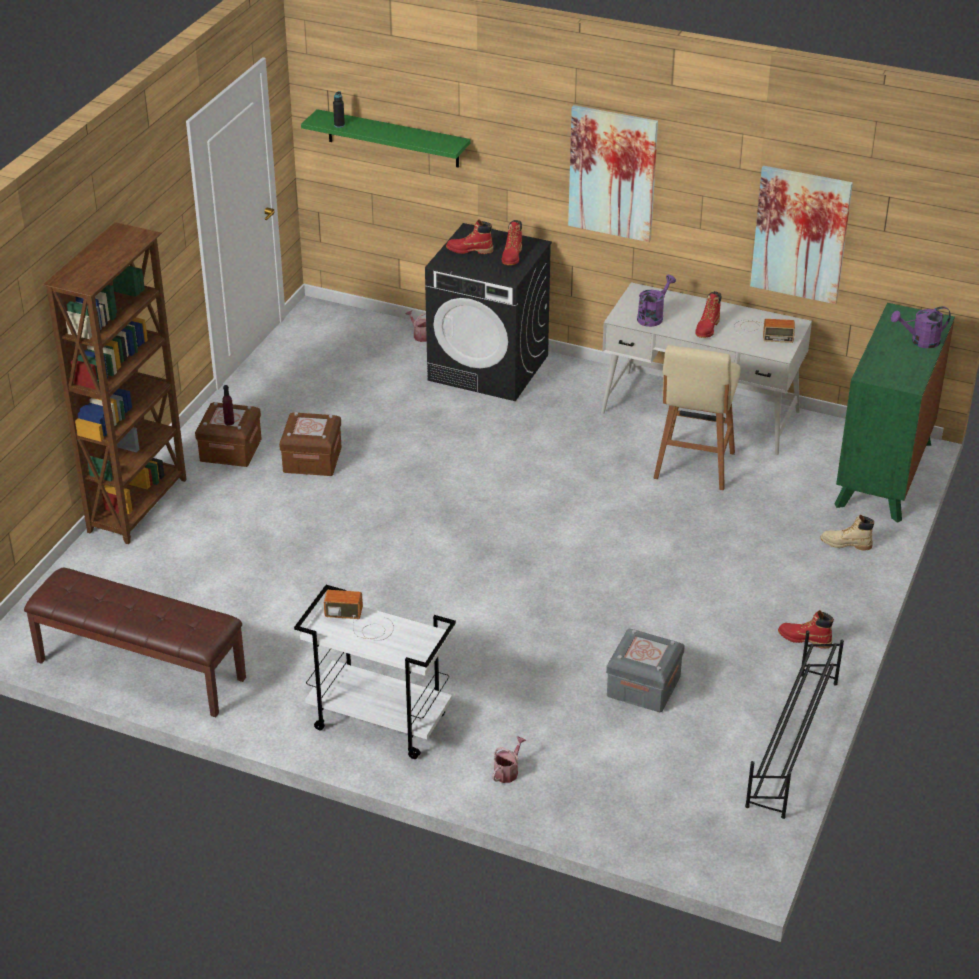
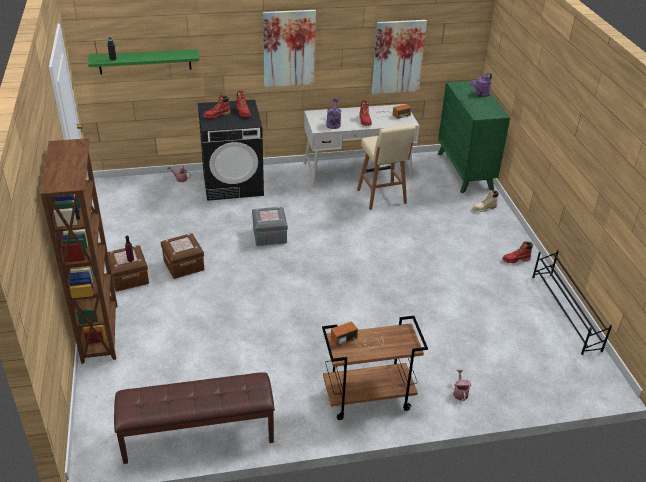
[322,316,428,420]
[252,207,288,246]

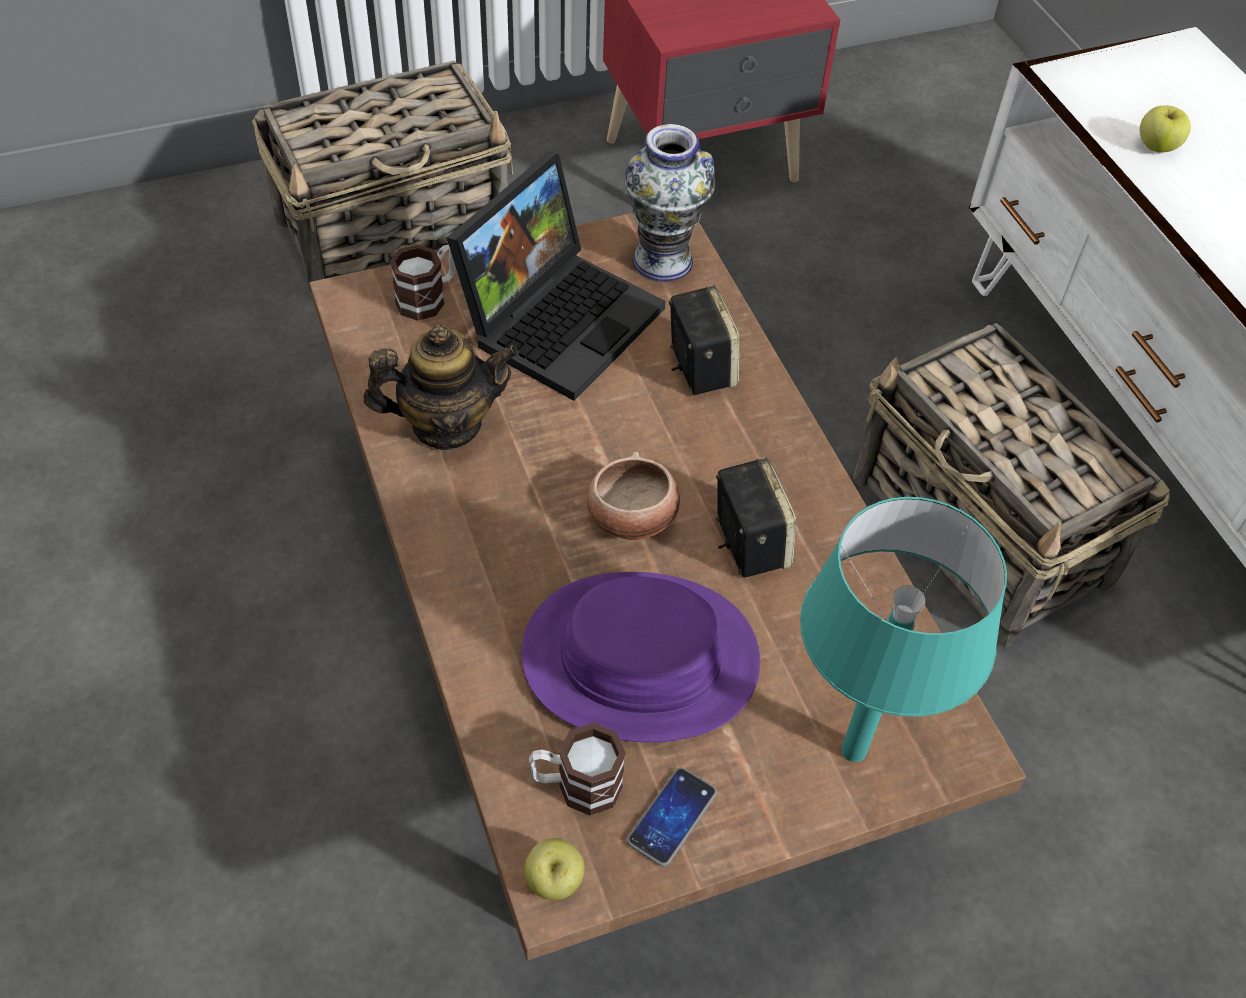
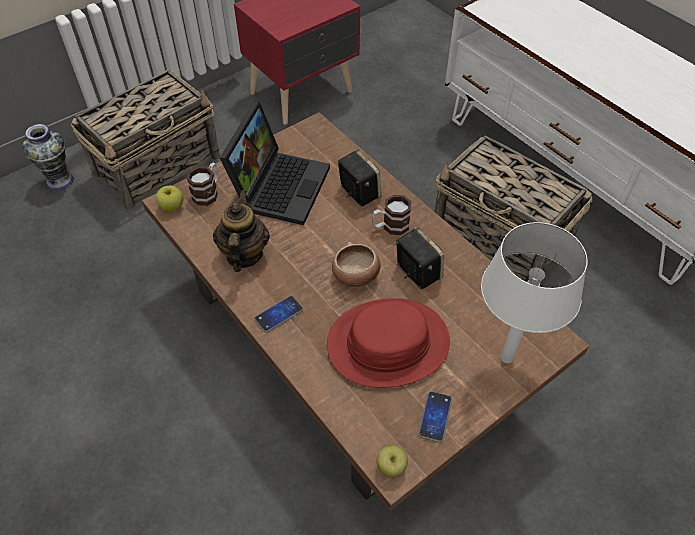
[213,190,270,272]
[327,298,450,388]
[372,195,411,235]
[23,124,74,191]
[481,222,588,363]
[156,185,183,212]
[254,296,303,333]

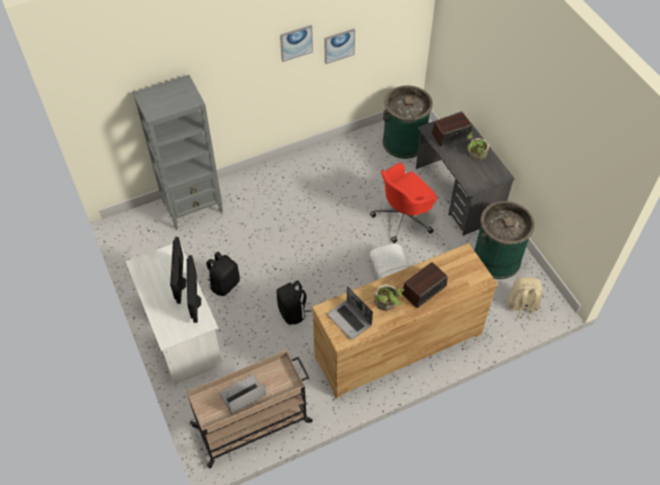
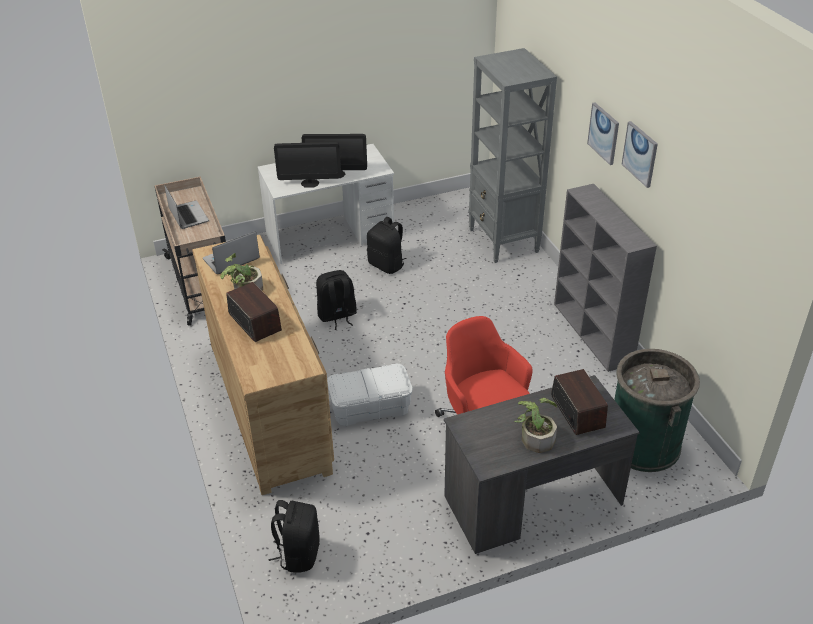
[587,102,619,165]
[474,201,535,279] (first image)
[269,500,320,573]
[554,184,657,372]

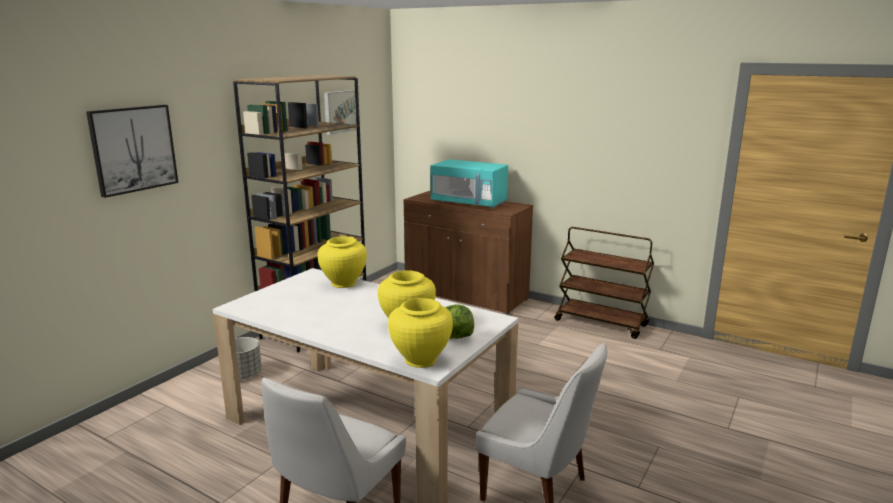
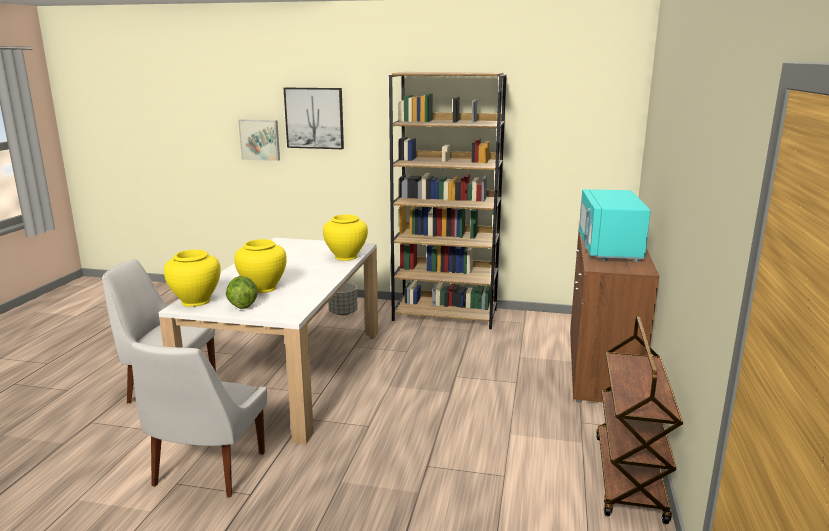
[238,119,280,161]

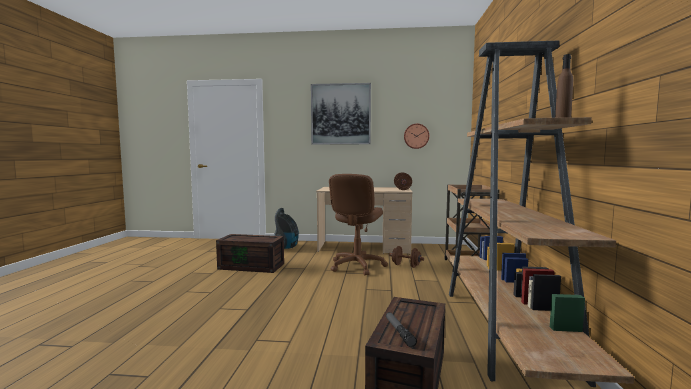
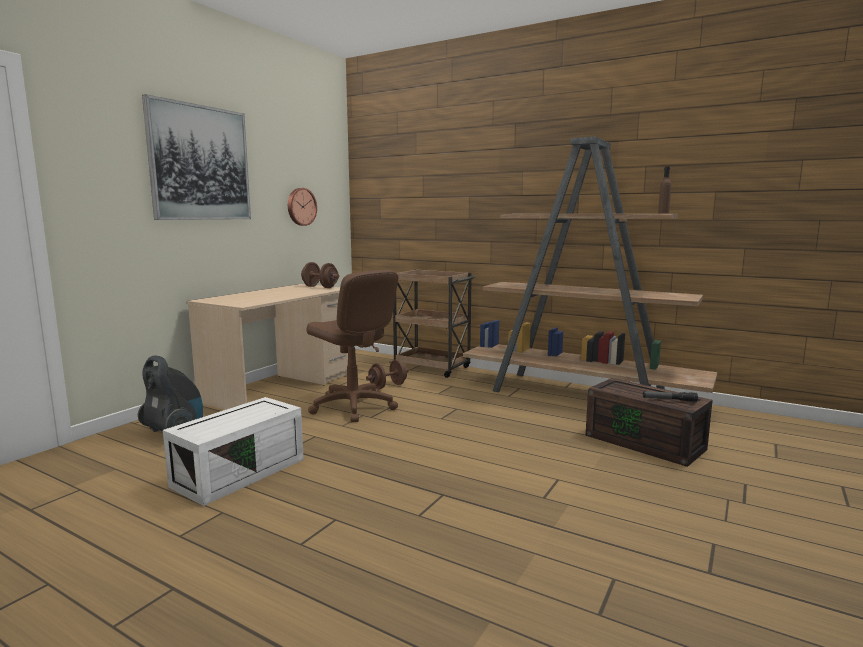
[163,397,304,506]

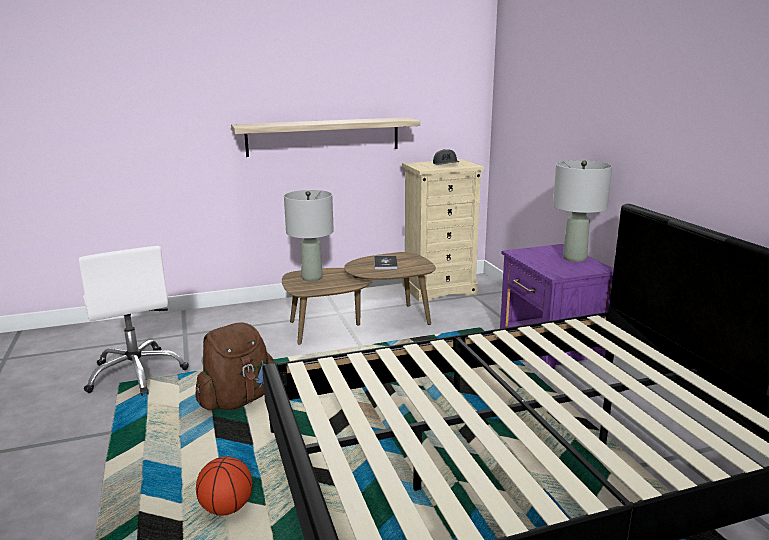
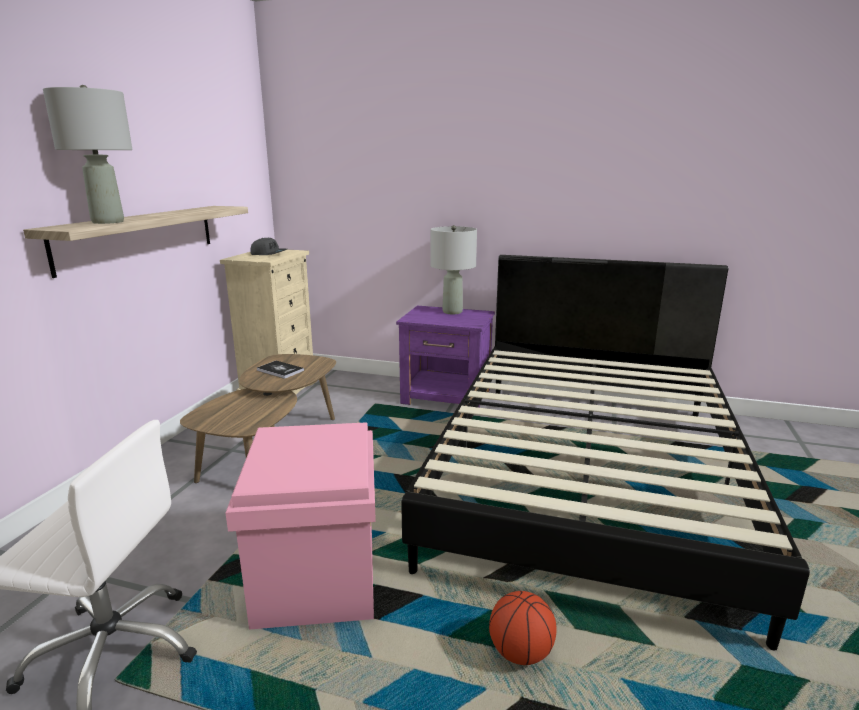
[225,422,376,630]
[43,85,133,224]

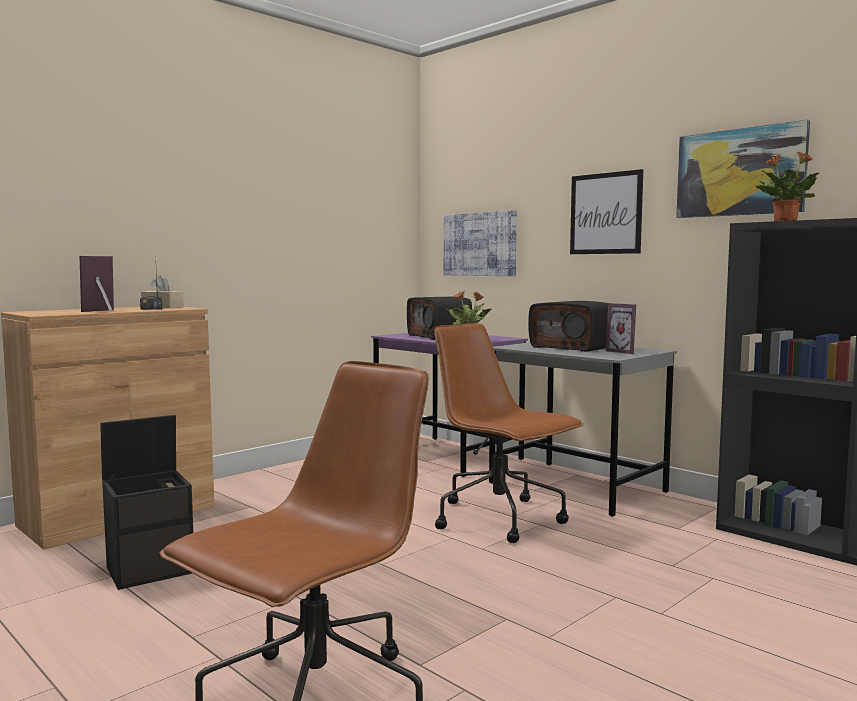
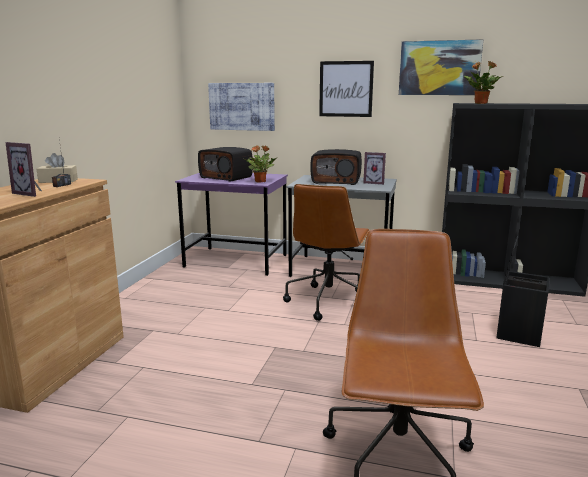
[5,142,42,197]
[496,236,550,347]
[283,184,370,321]

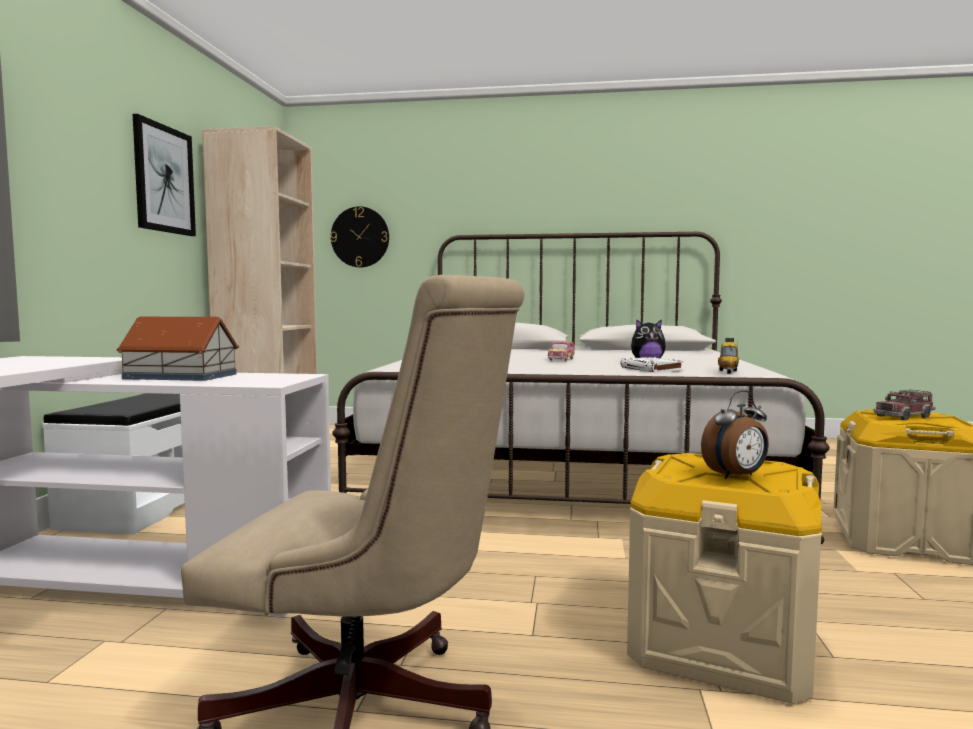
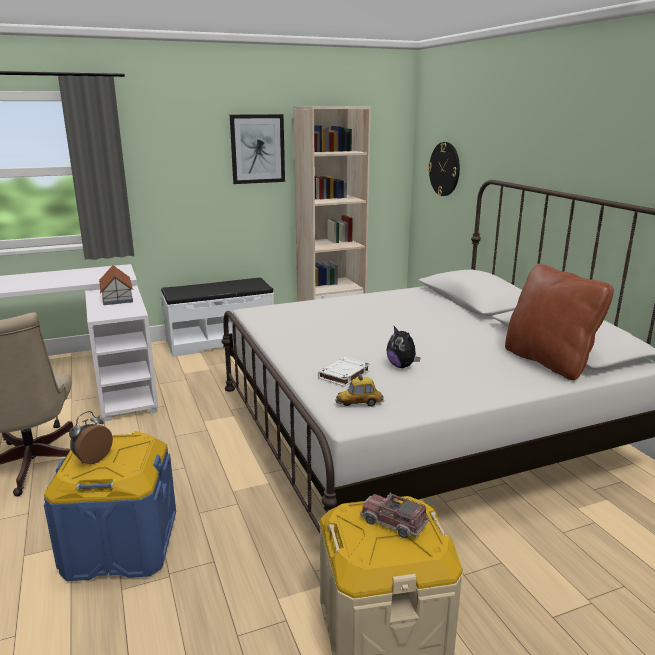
[548,341,575,361] (first image)
[44,432,176,581]
[69,411,113,464]
[505,263,614,380]

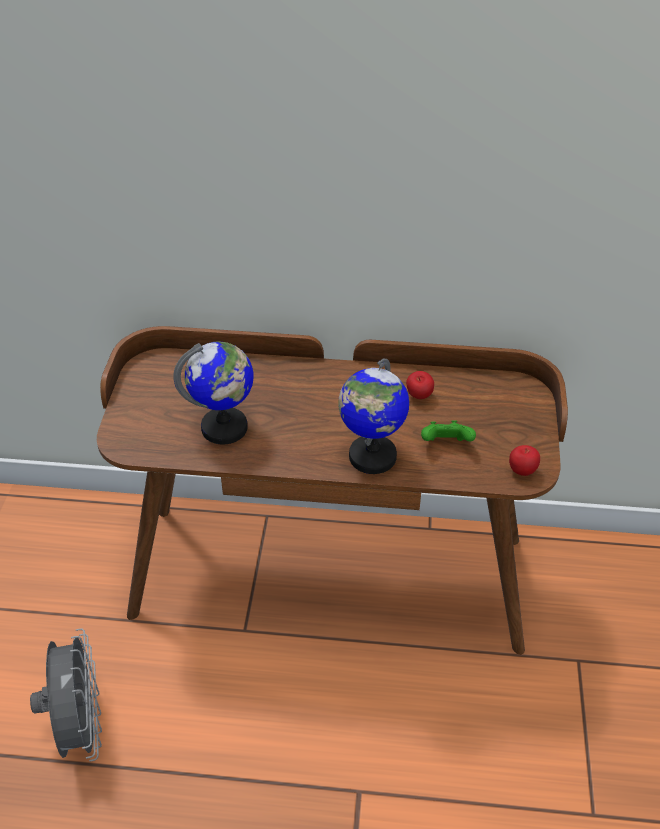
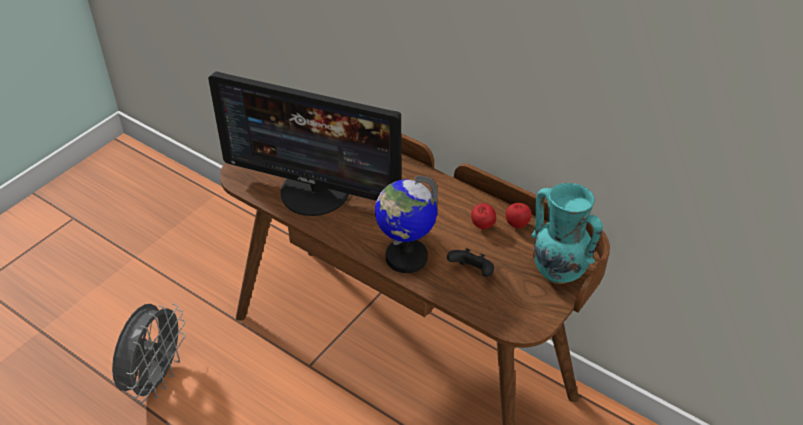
[208,71,401,216]
[447,248,494,277]
[506,203,532,229]
[531,183,603,284]

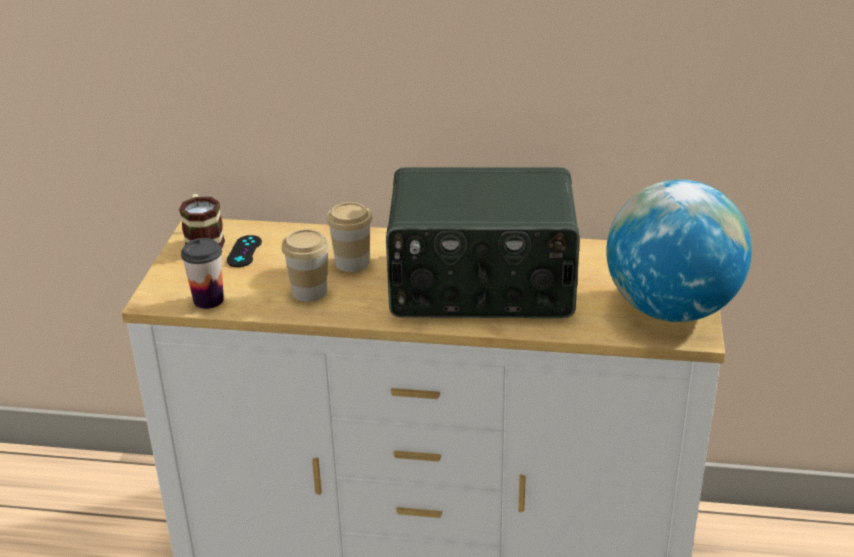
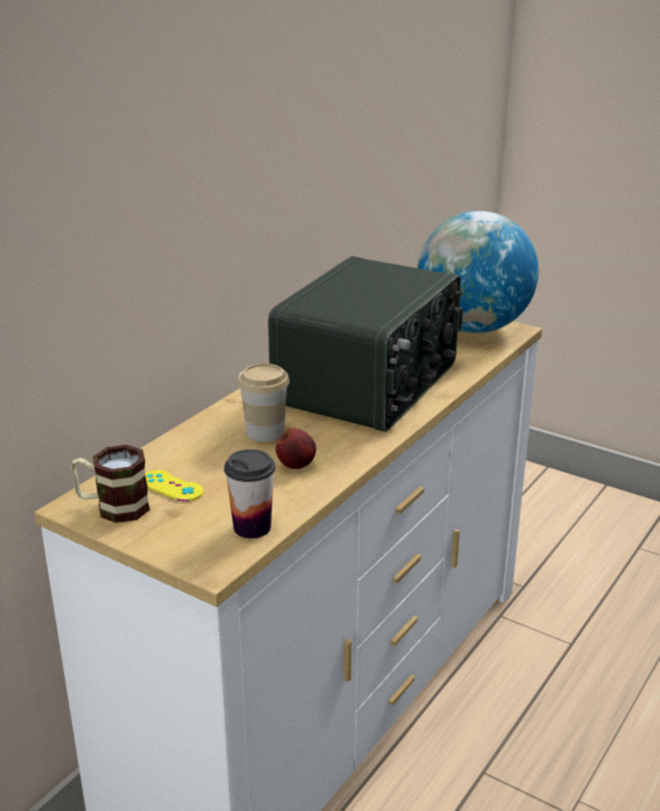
[145,470,203,502]
[275,428,316,469]

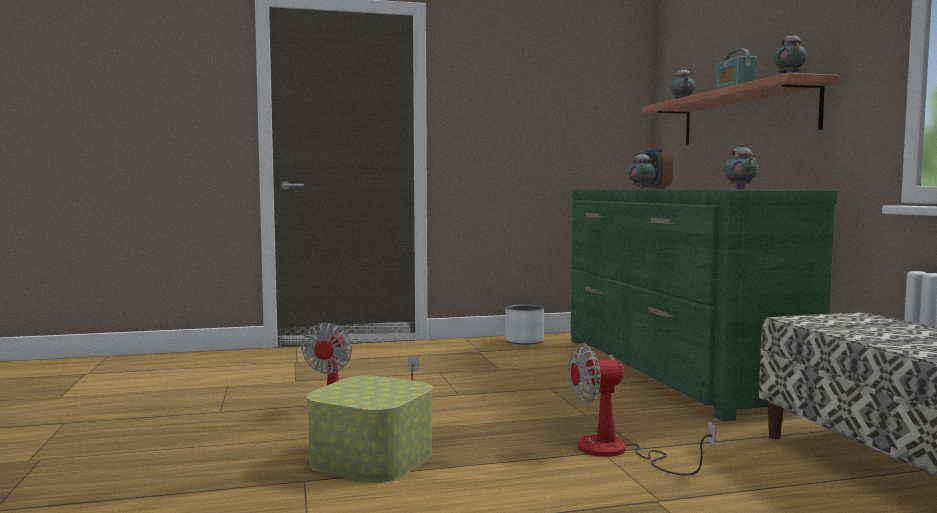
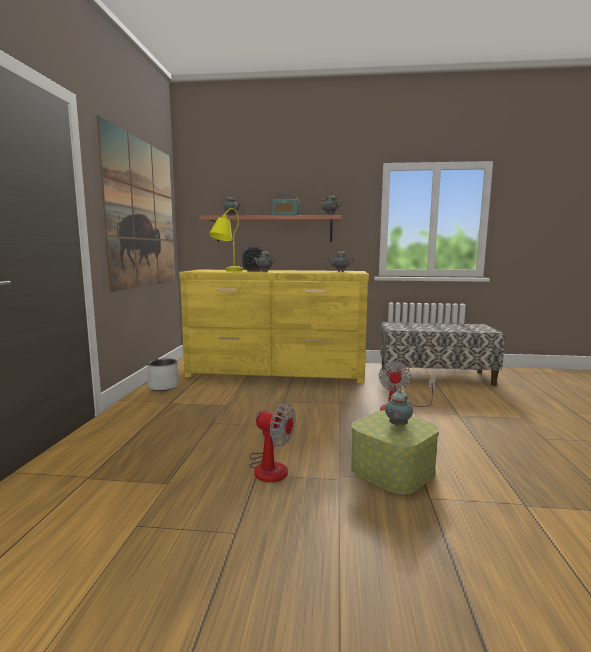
[179,270,369,384]
[96,115,175,292]
[209,208,243,271]
[385,389,413,427]

